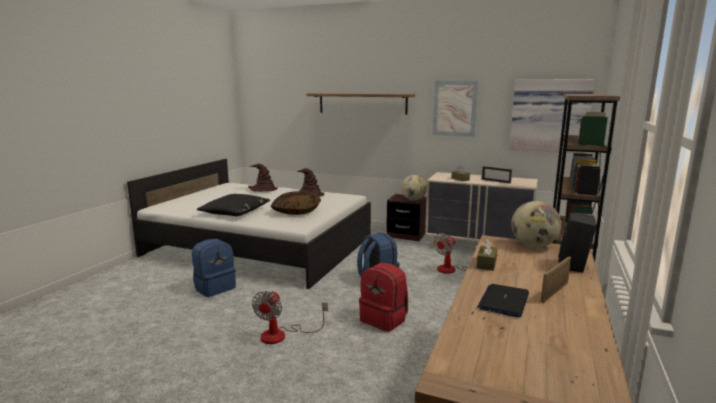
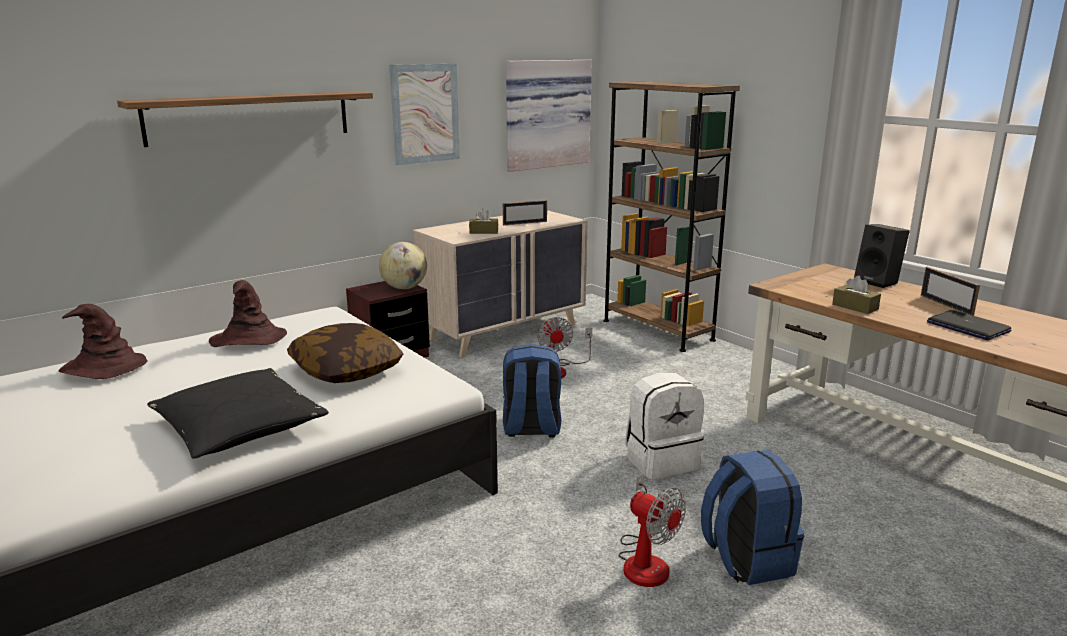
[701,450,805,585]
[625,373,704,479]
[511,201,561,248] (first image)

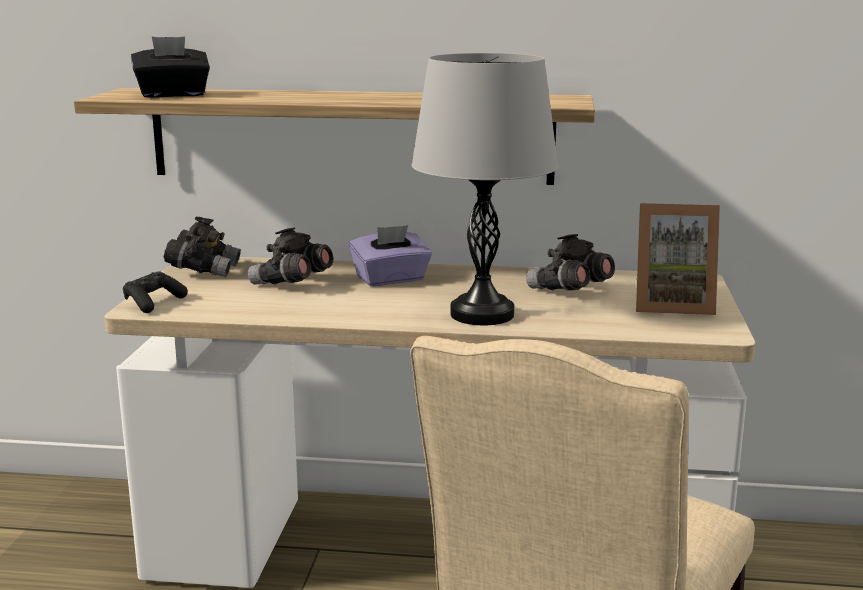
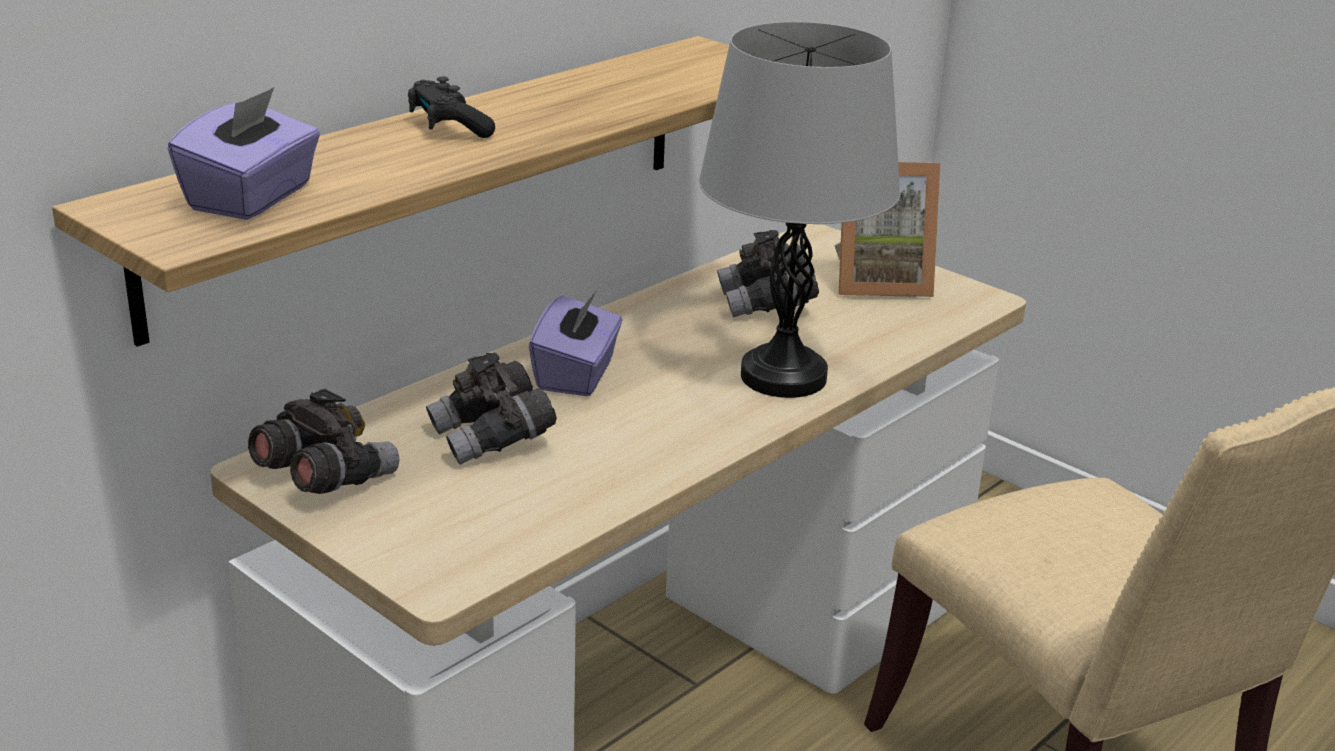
[408,76,495,138]
[168,87,320,220]
[835,162,940,297]

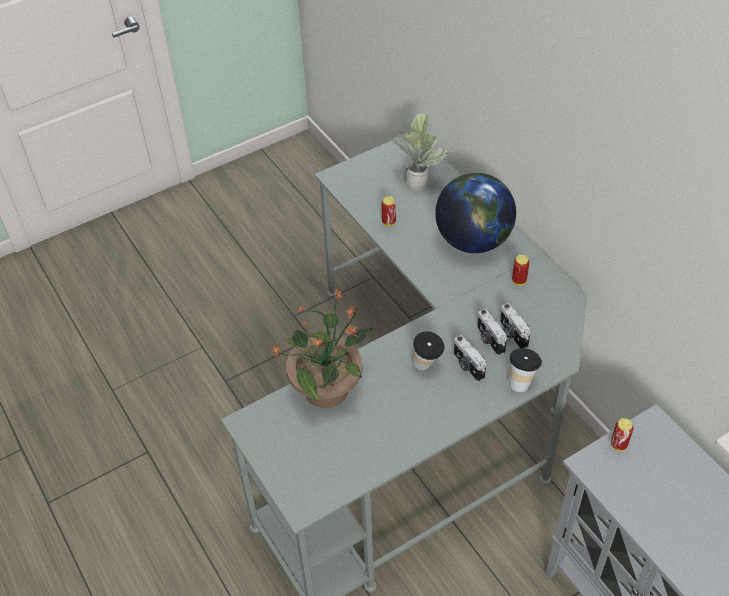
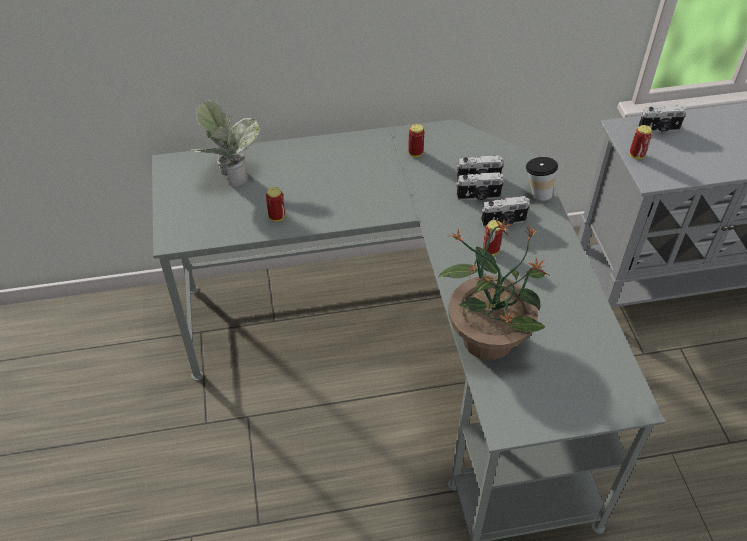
[483,220,503,255]
[435,173,516,253] (first image)
[638,105,686,132]

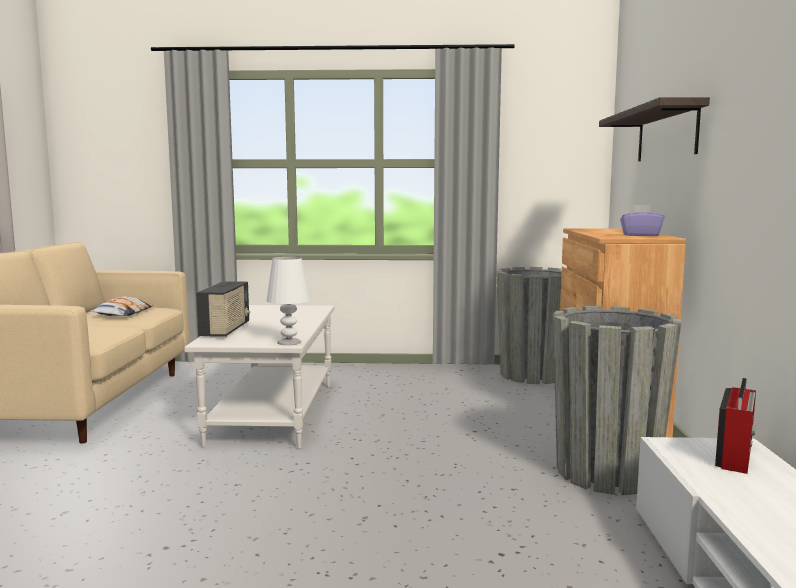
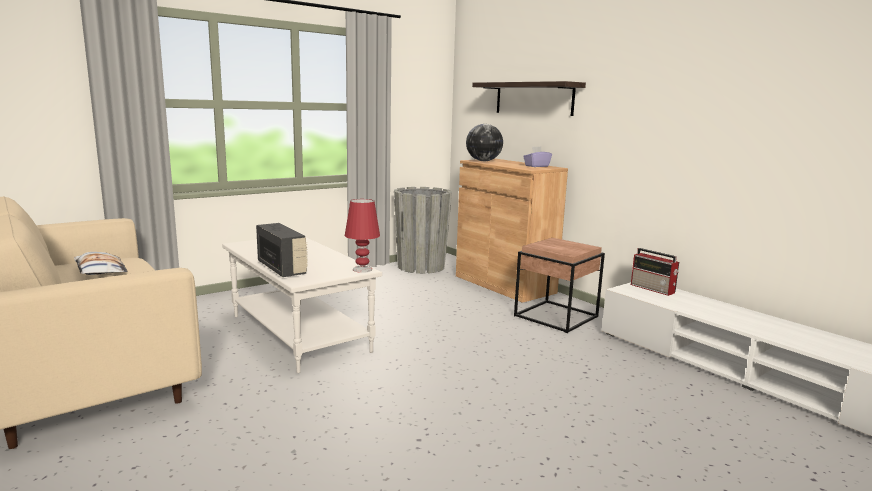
[345,199,380,273]
[514,238,605,333]
[631,248,679,296]
[466,124,503,161]

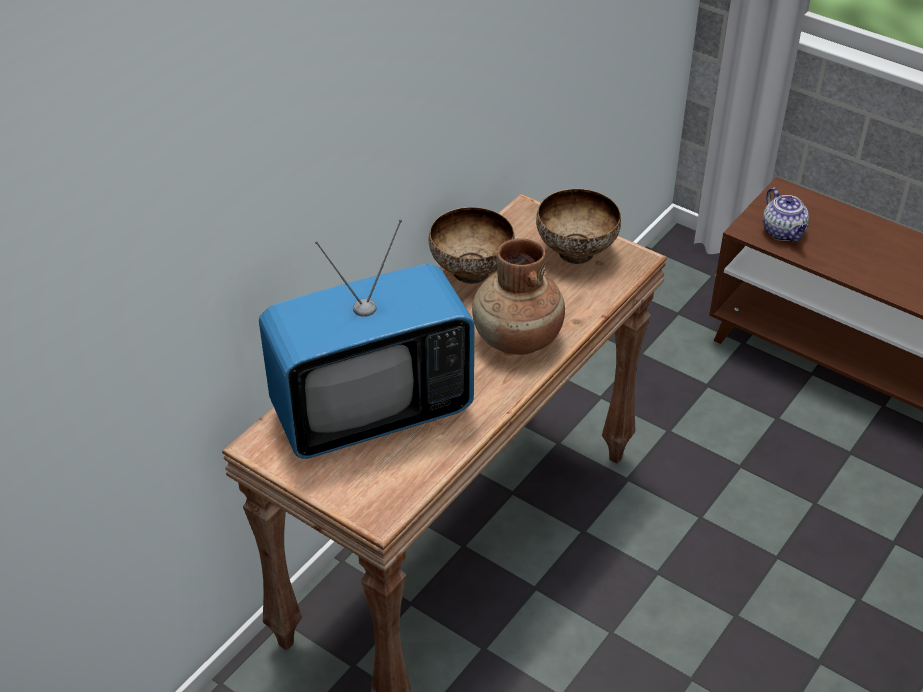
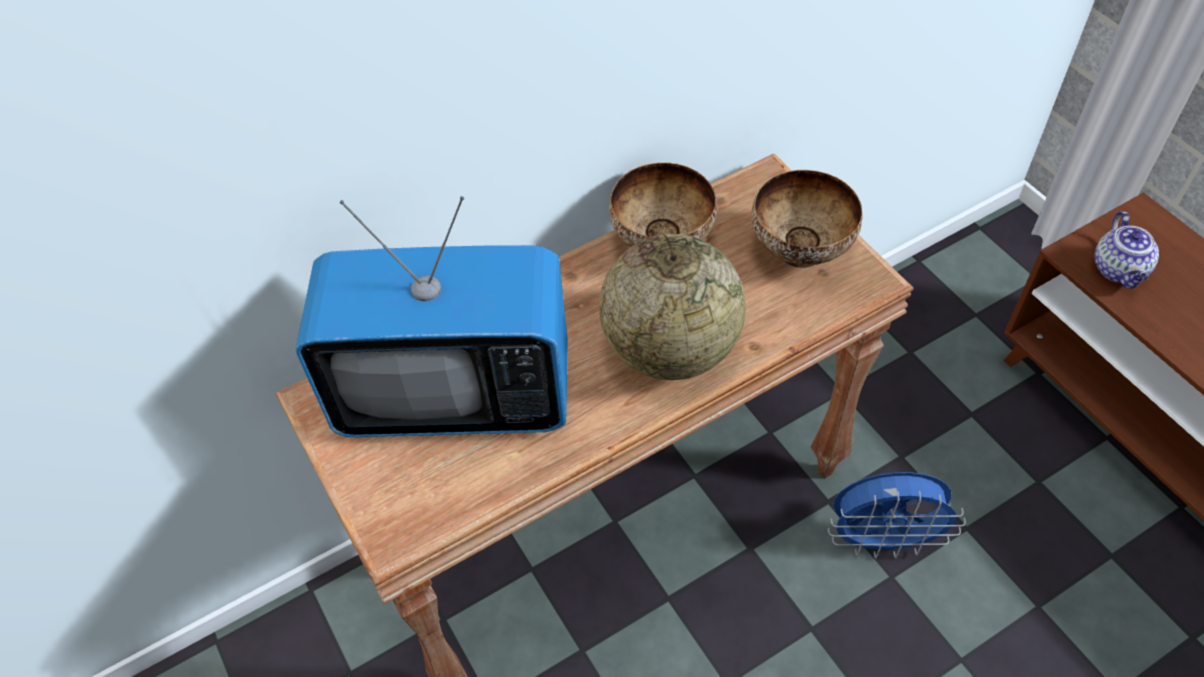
[599,234,746,380]
[828,472,966,559]

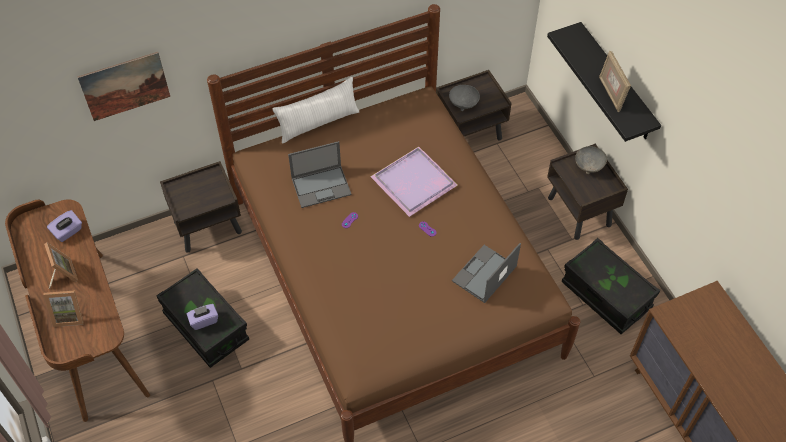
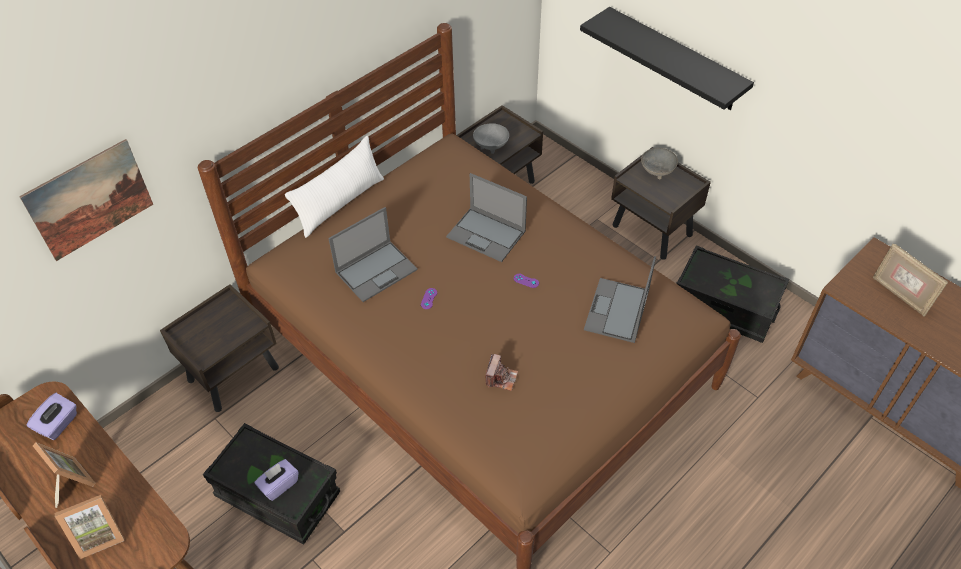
[446,173,527,262]
[873,244,948,317]
[486,354,518,391]

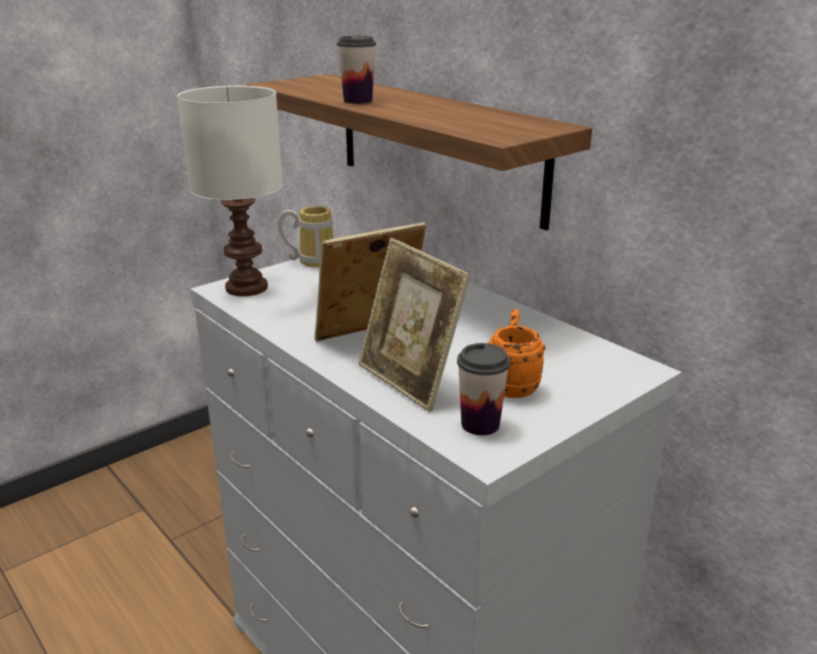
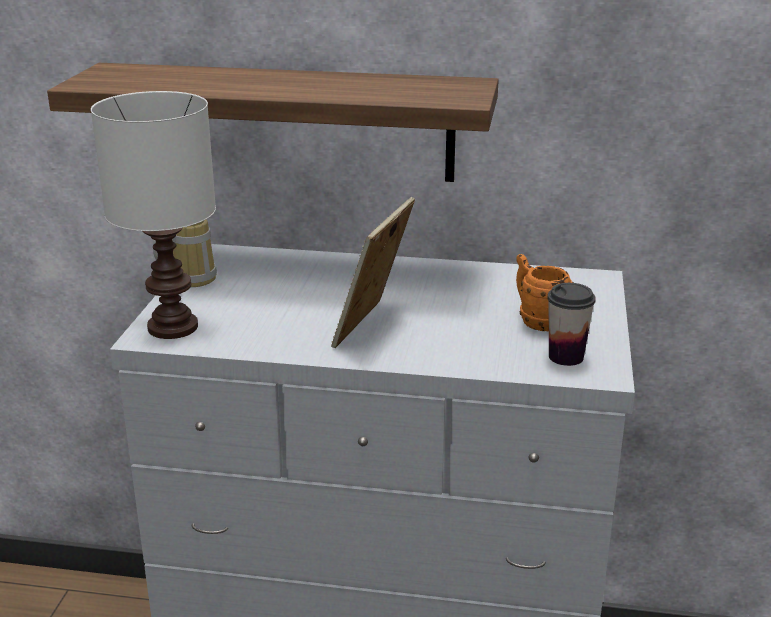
[337,35,376,104] (first image)
[358,238,471,412] (first image)

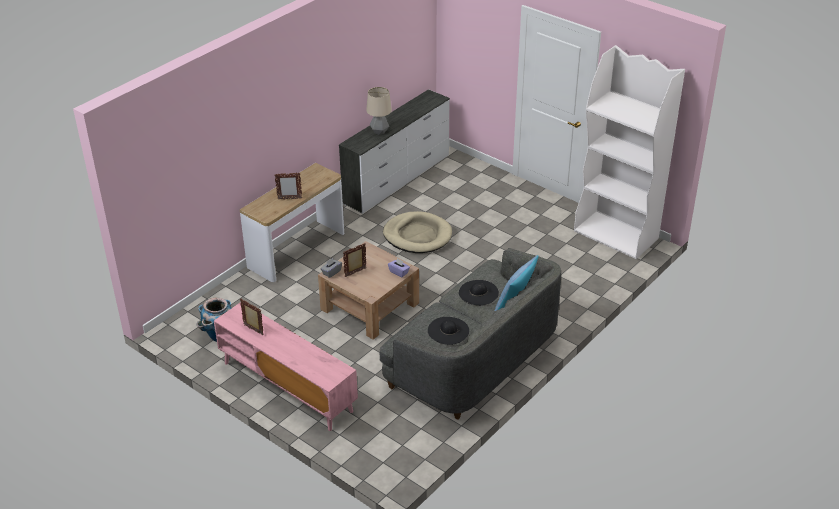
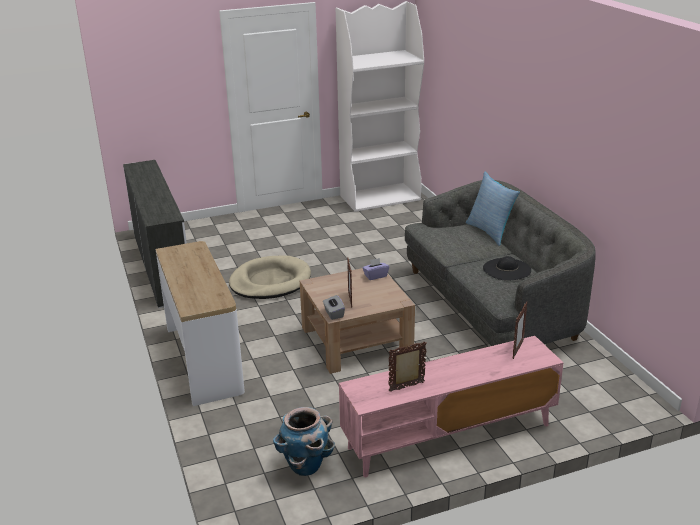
[513,301,527,359]
[366,87,392,135] (first image)
[459,280,499,306] (first image)

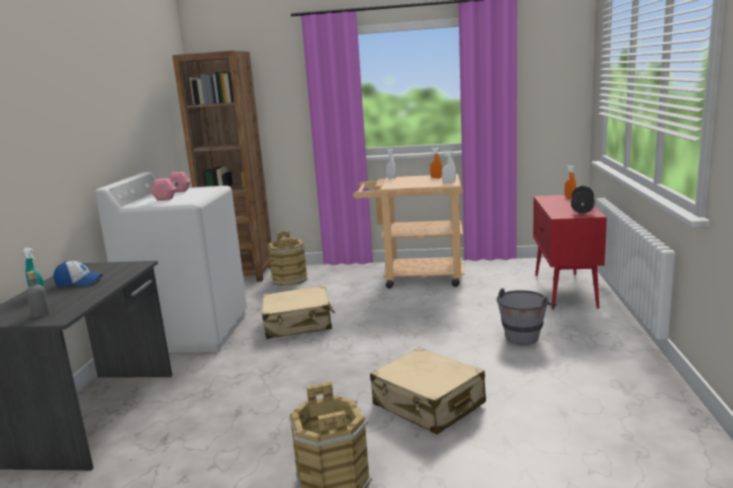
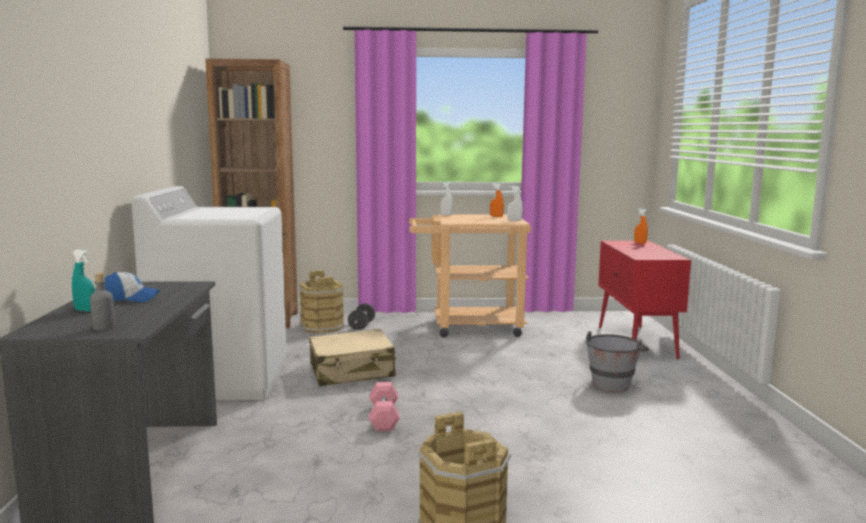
[369,382,400,431]
[370,348,486,434] (first image)
[348,303,375,330]

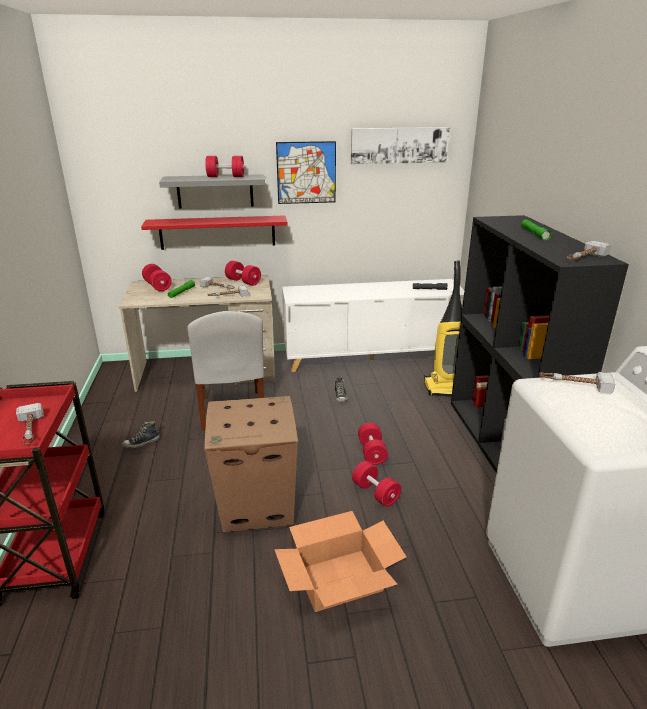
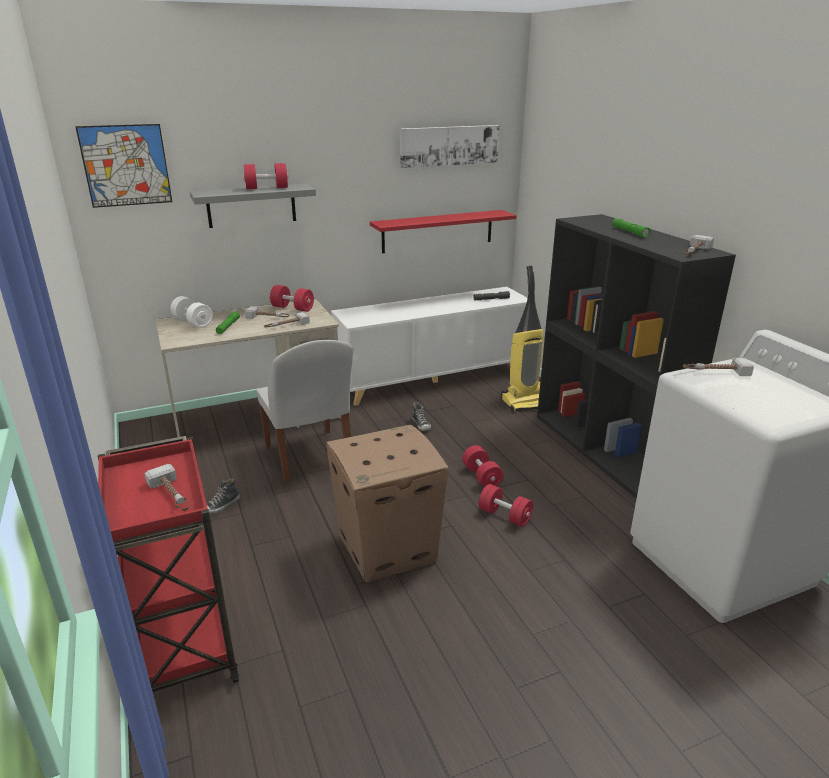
[370,210,516,254]
[171,296,213,328]
[274,511,406,612] (first image)
[75,124,172,208]

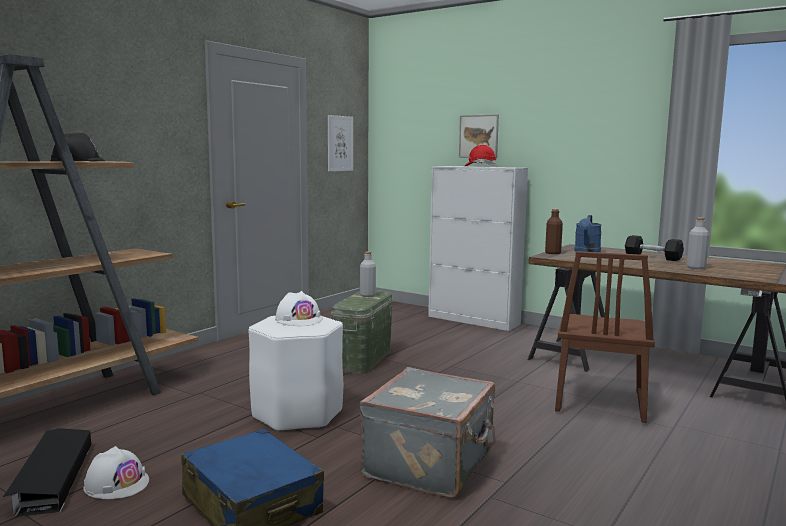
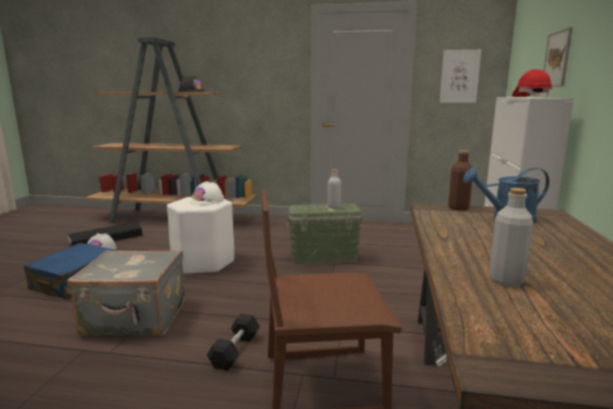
[207,313,260,371]

